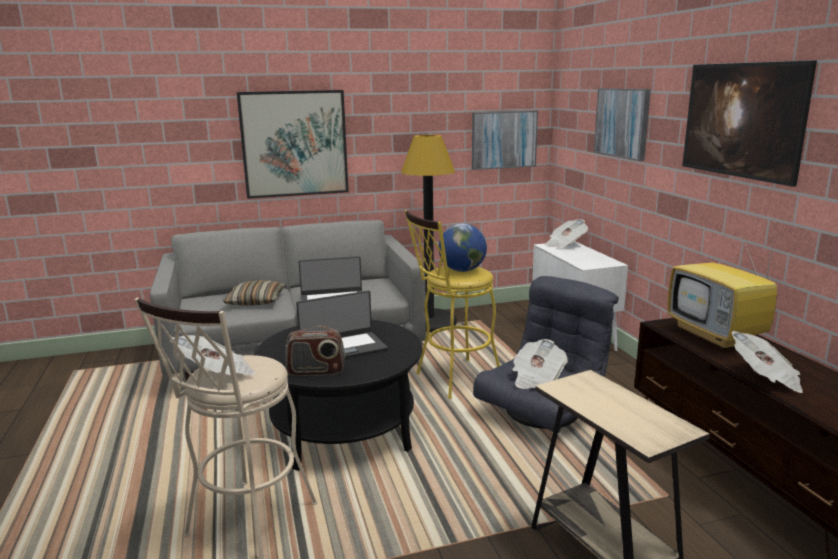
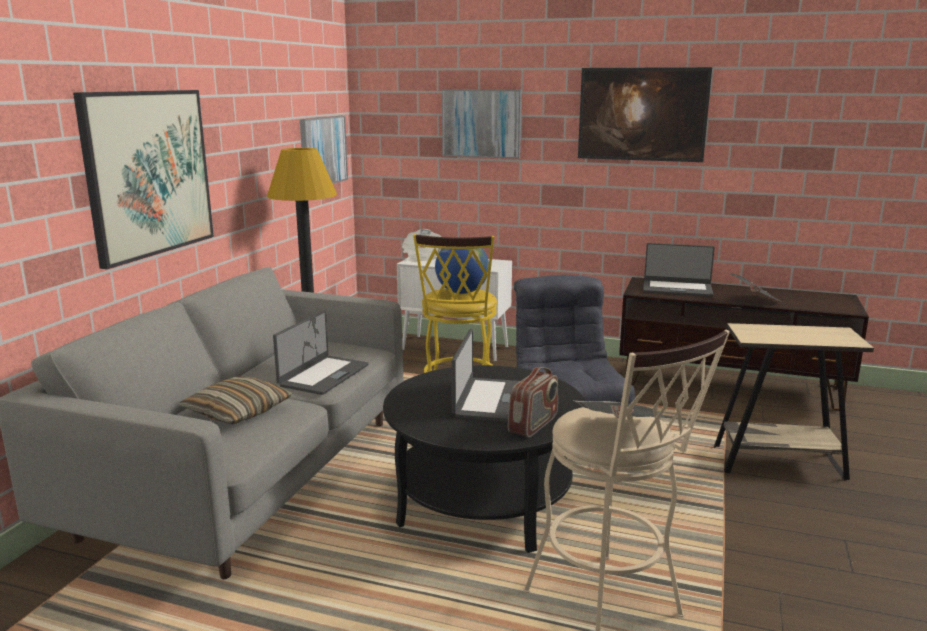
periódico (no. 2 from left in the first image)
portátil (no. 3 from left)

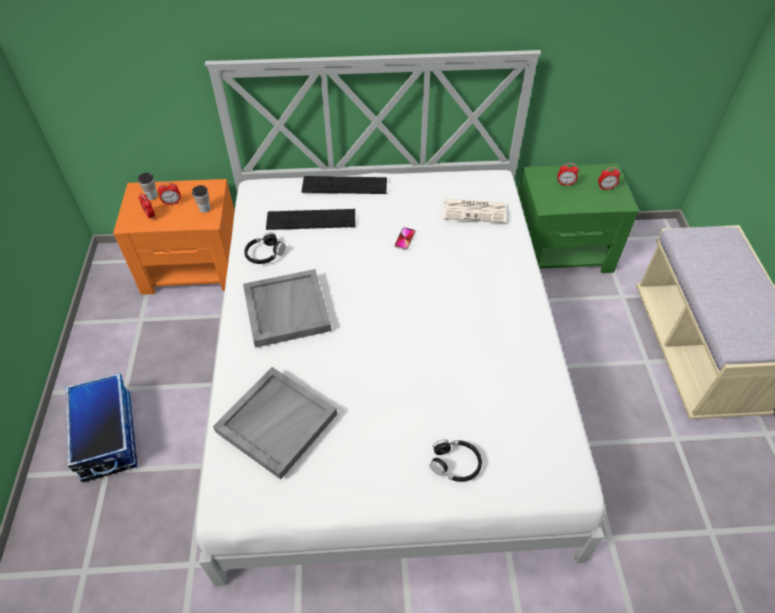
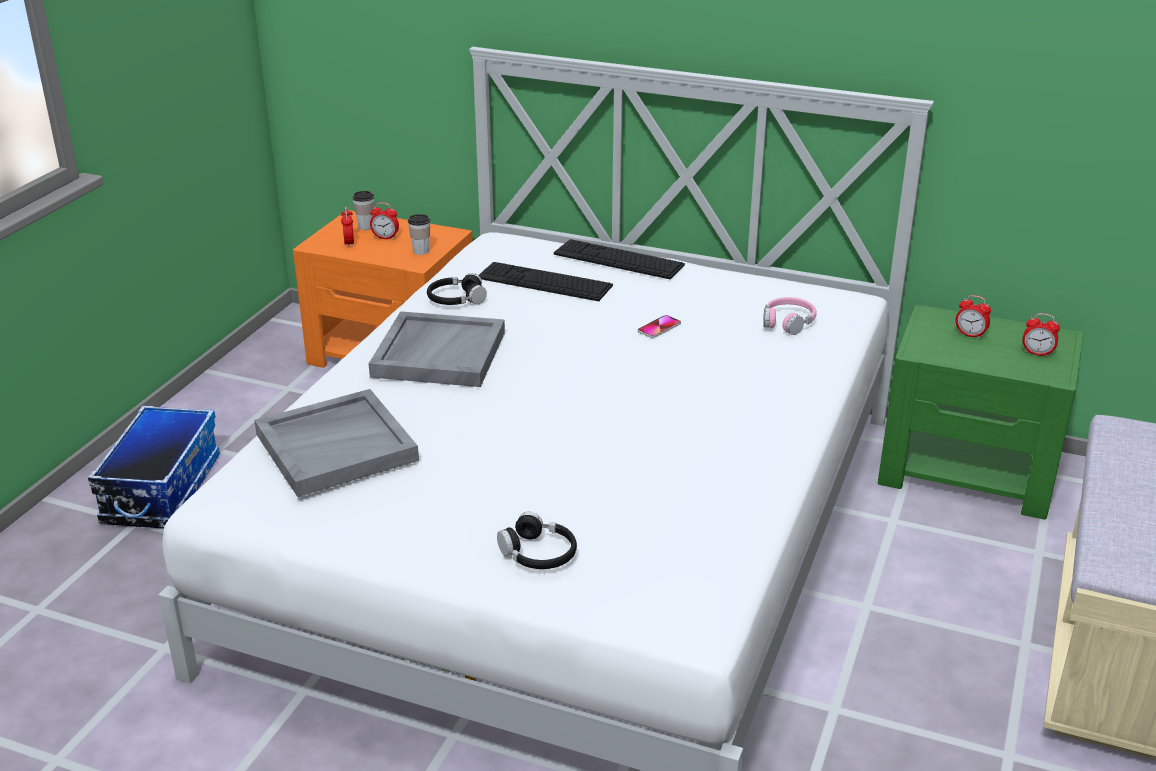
auriculares [rosa]

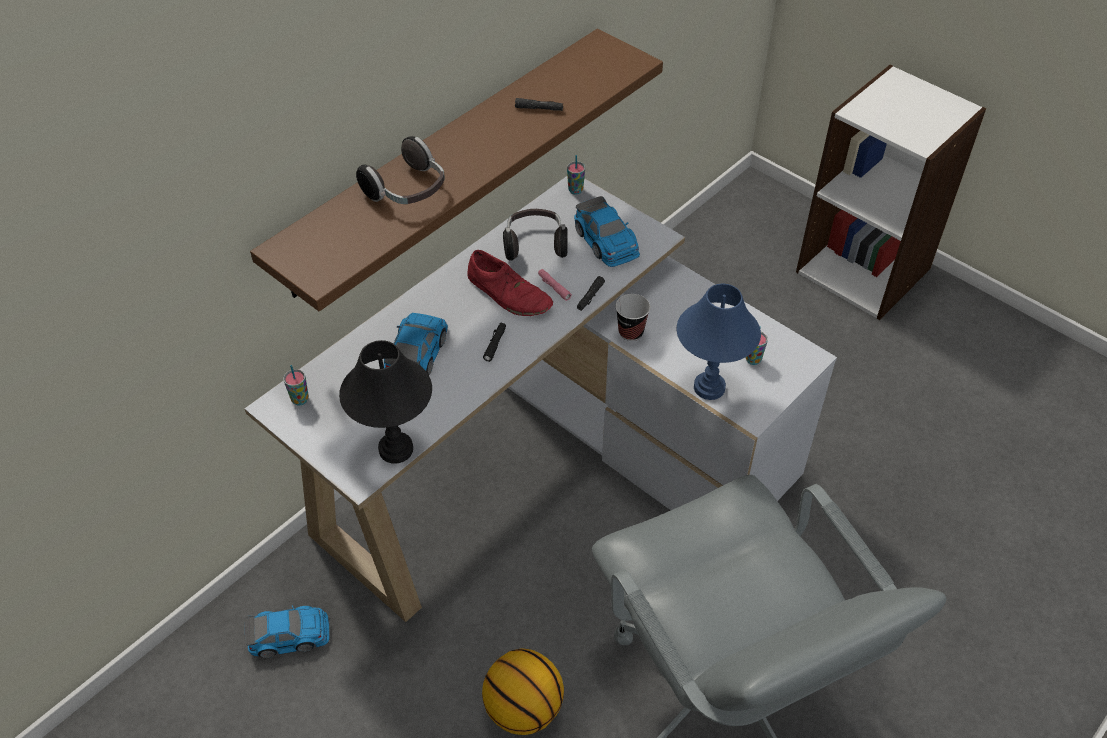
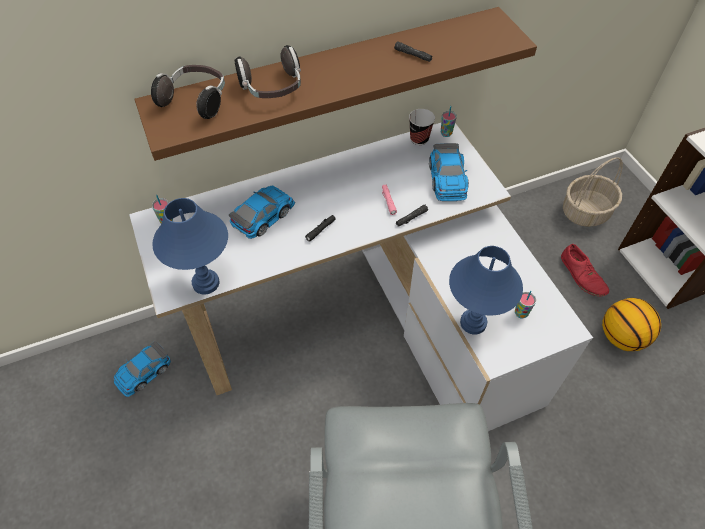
coche de juguete (no. 1 from left)
lámpara de mesa [azul] (no. 1 from left)
zapato [rojo]
balón de baloncesto
auriculares (no. 1 from left)
taza (no. 2 from left)
cesta

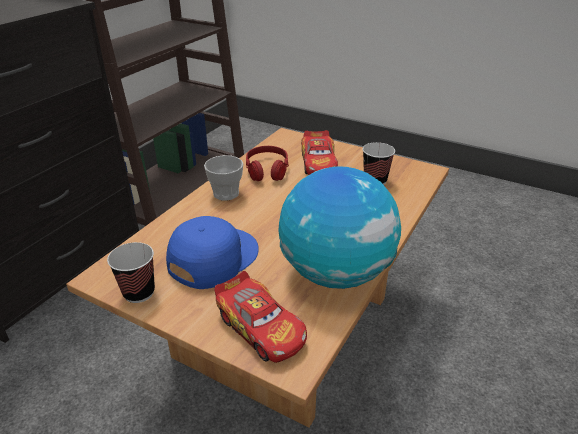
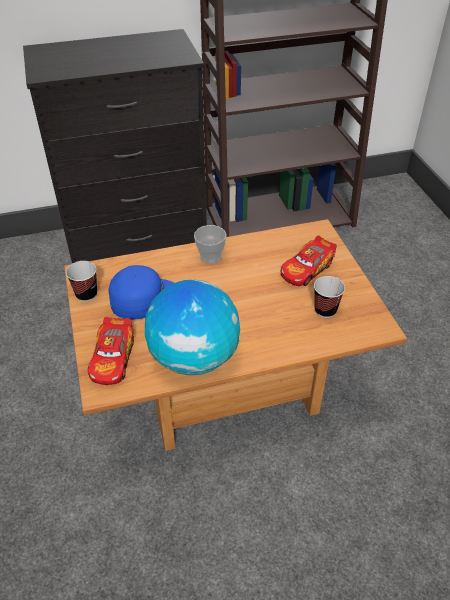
auriculares [rojo]

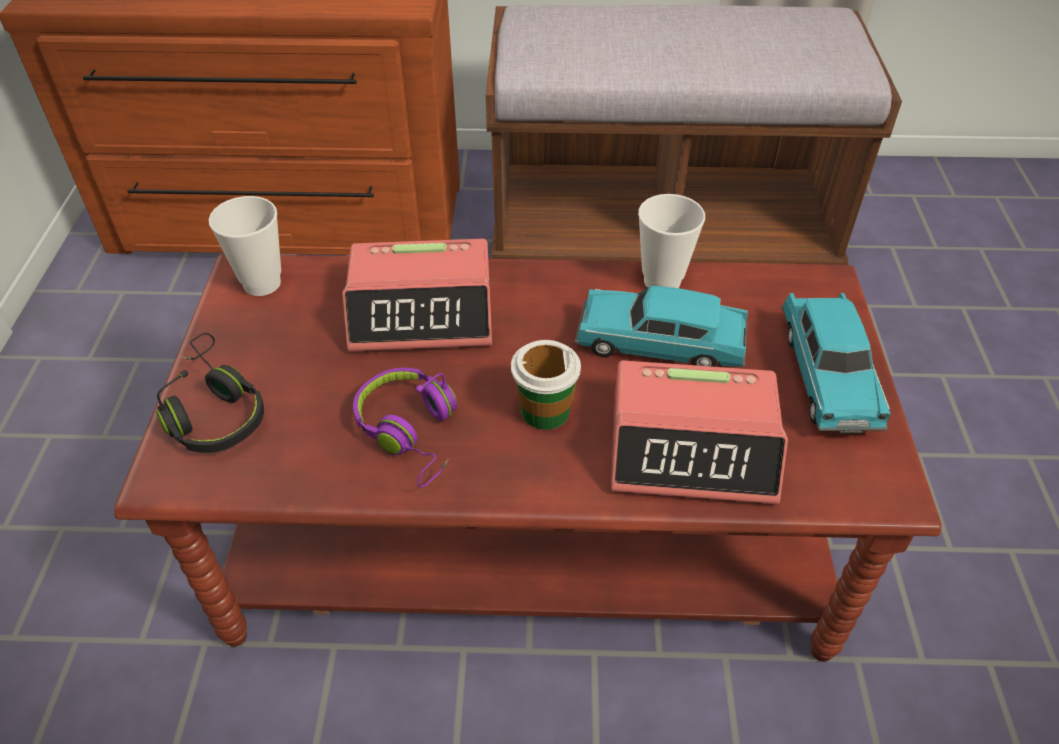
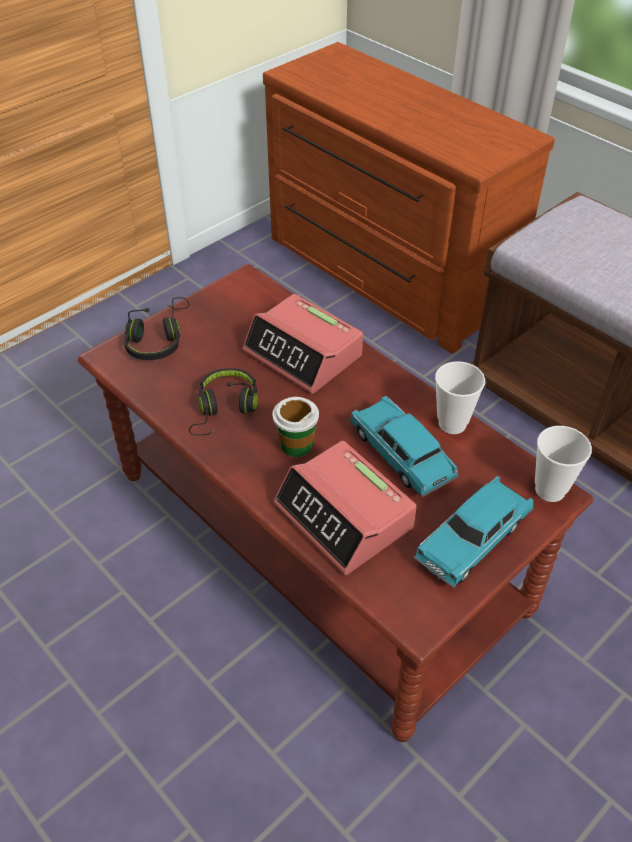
taza (no. 3 from left)
auriculares [negro] (no. 2 from left)

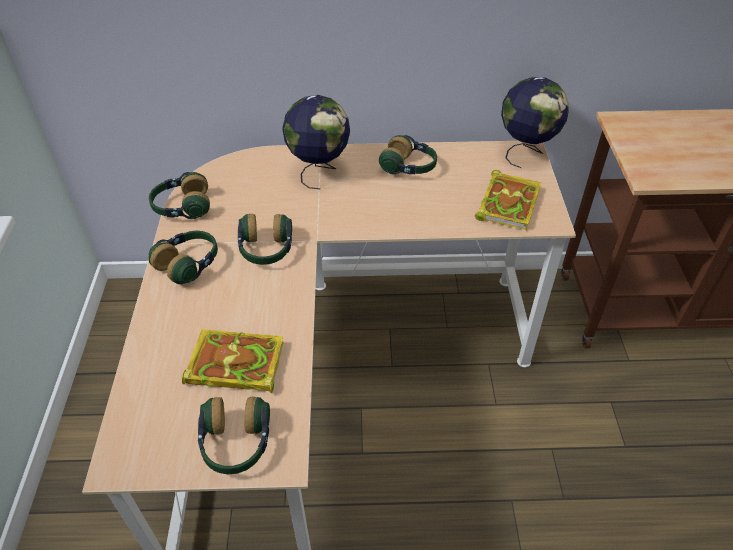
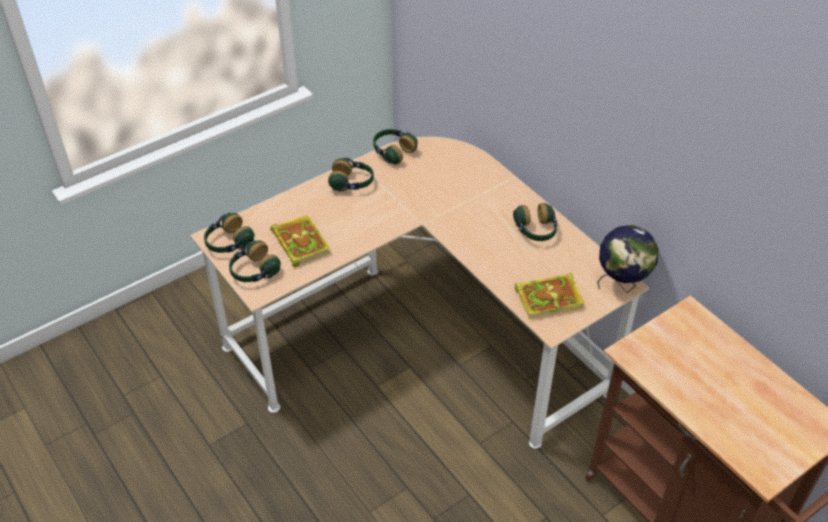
auriculares (no. 1 from left)
globo terráqueo (no. 1 from left in the first image)

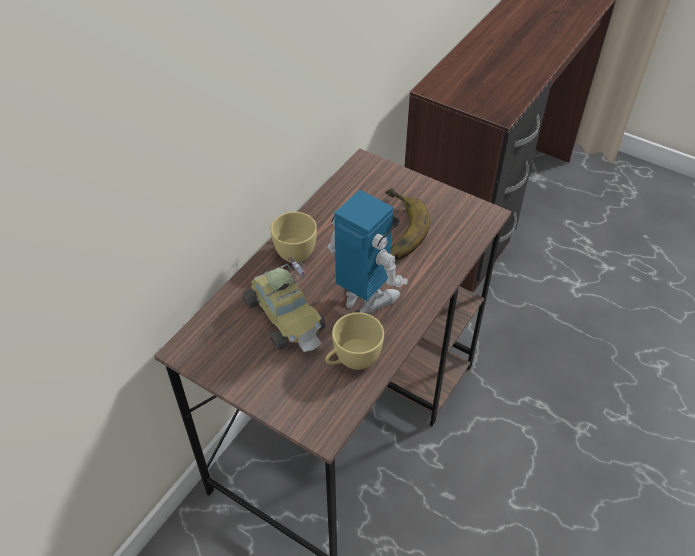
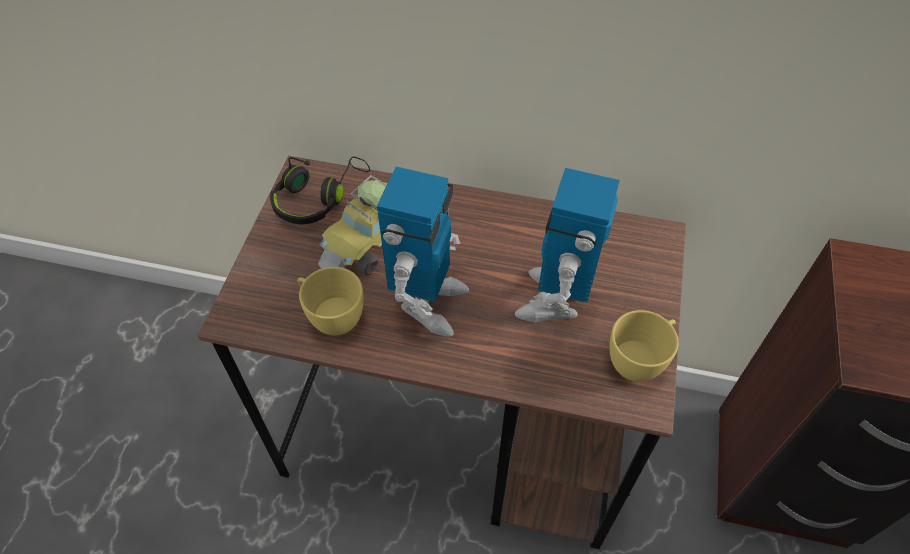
taza [amarillo] (no. 2 from left)
robot de juguete (no. 2 from left)
auriculares [negro]

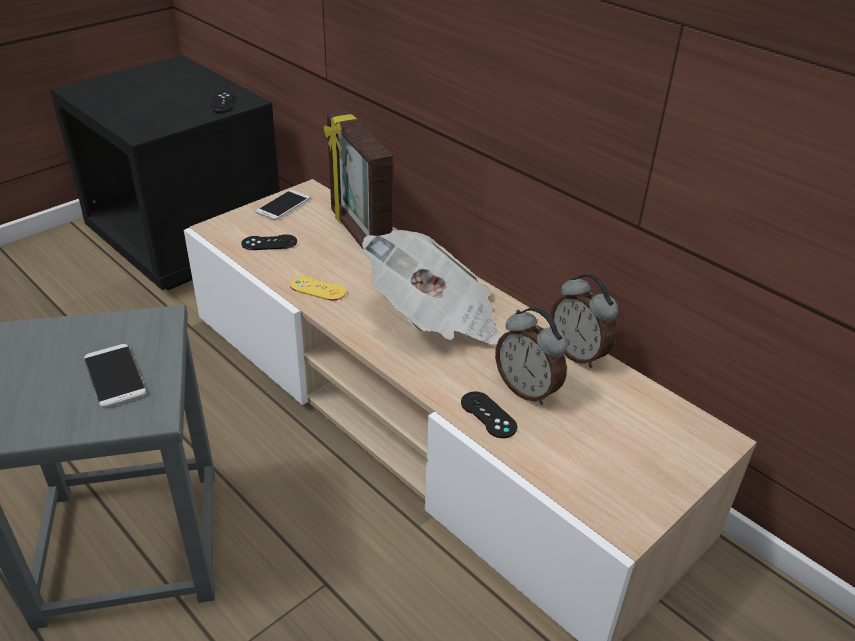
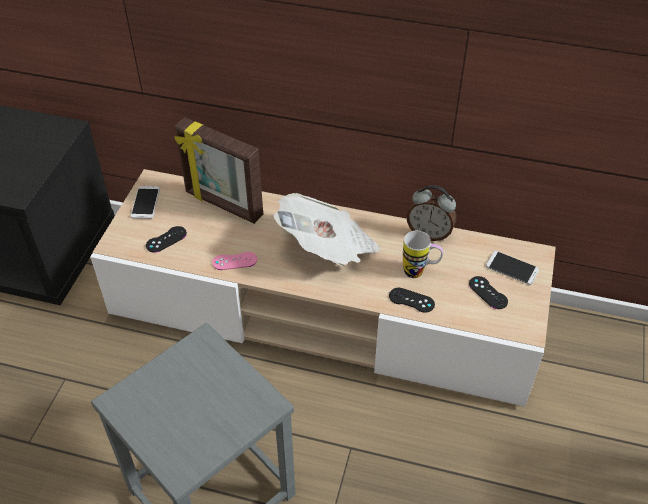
móvil (no. 2 from left)
mando de consola [negro] (no. 3 from left)
mando de consola [rosa]
taza grande

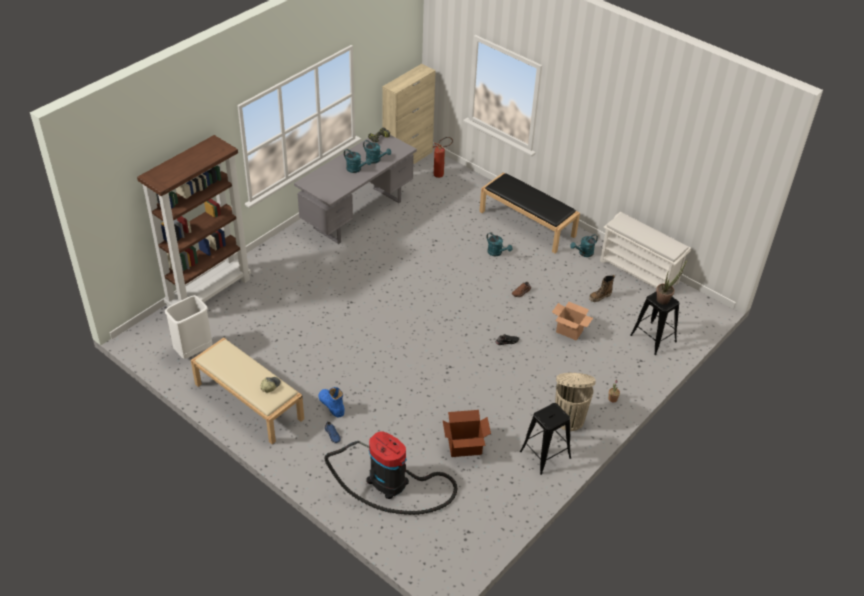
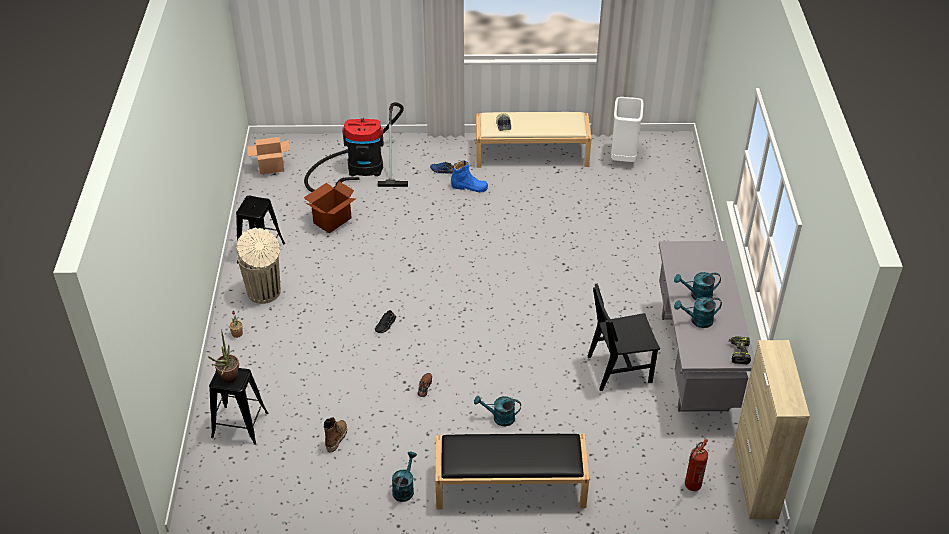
estantería [marrón]
caja de cartón (no. 1 from left)
zapatero [blanco]
silla [negro]

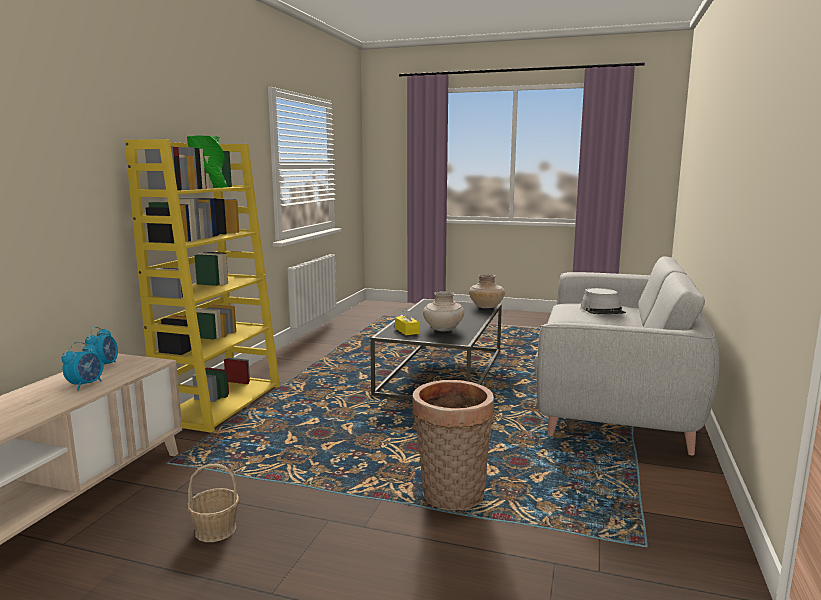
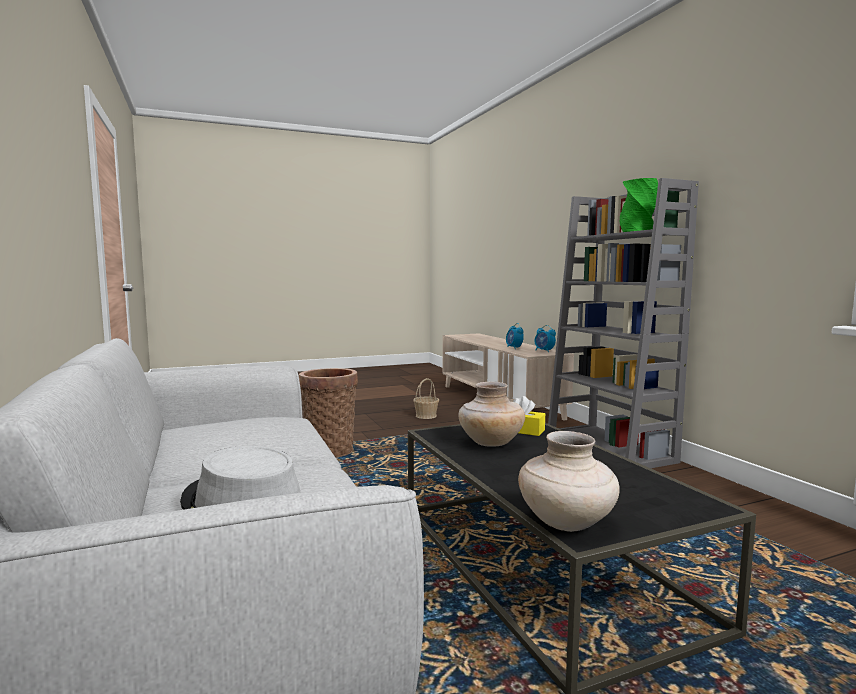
estantería [gris]

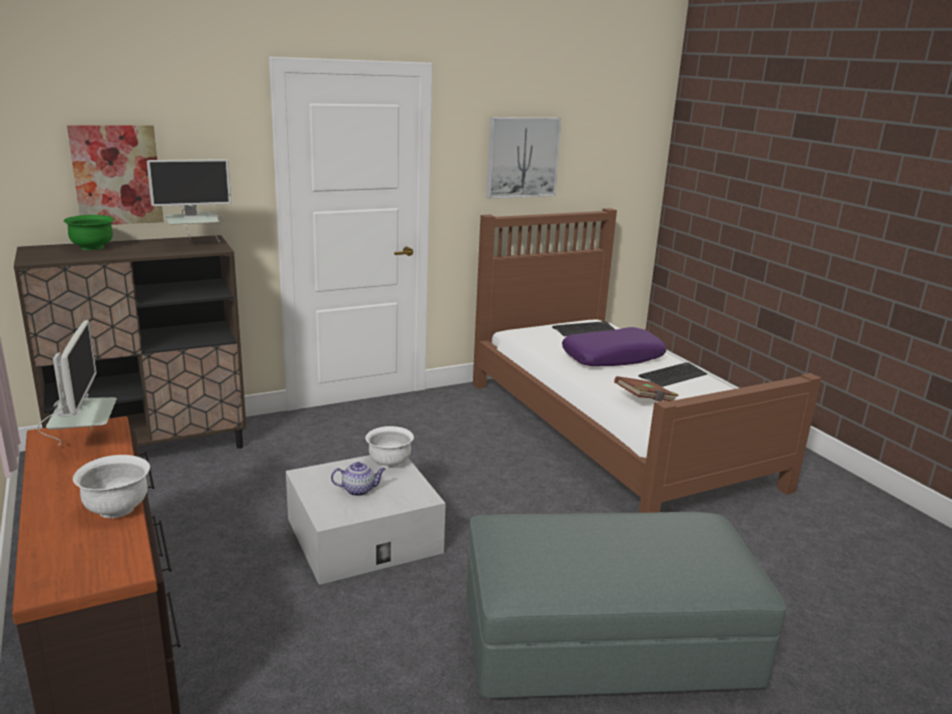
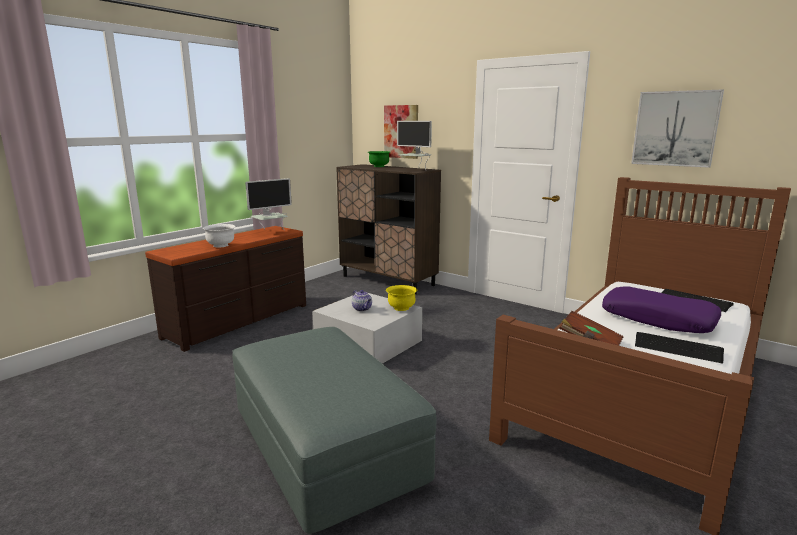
cuenco [amarillo]

